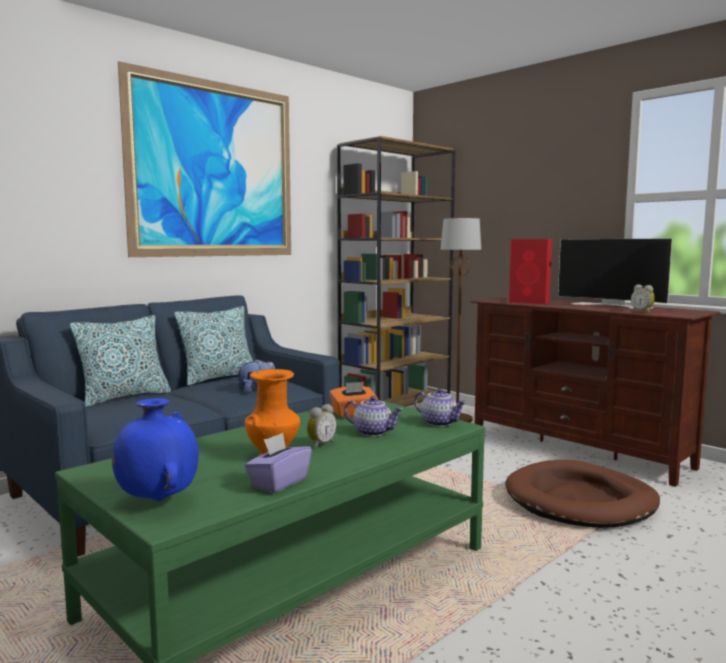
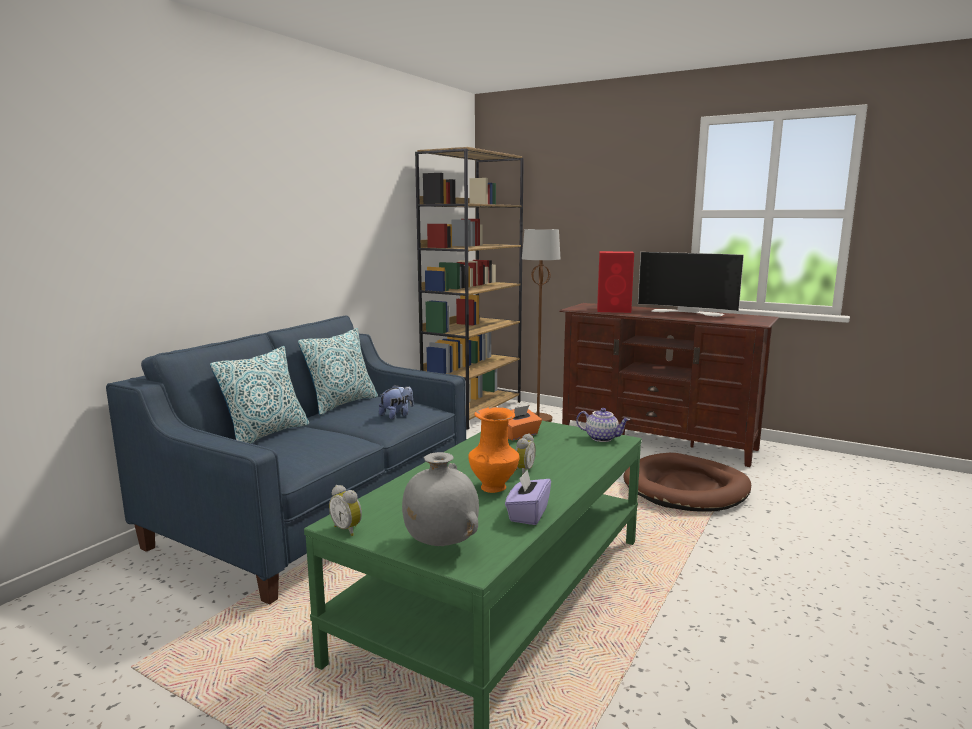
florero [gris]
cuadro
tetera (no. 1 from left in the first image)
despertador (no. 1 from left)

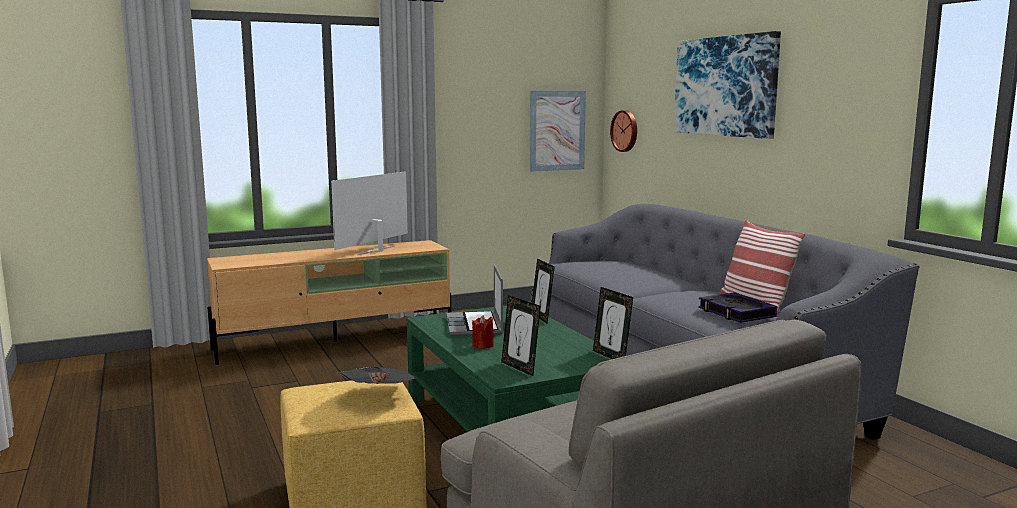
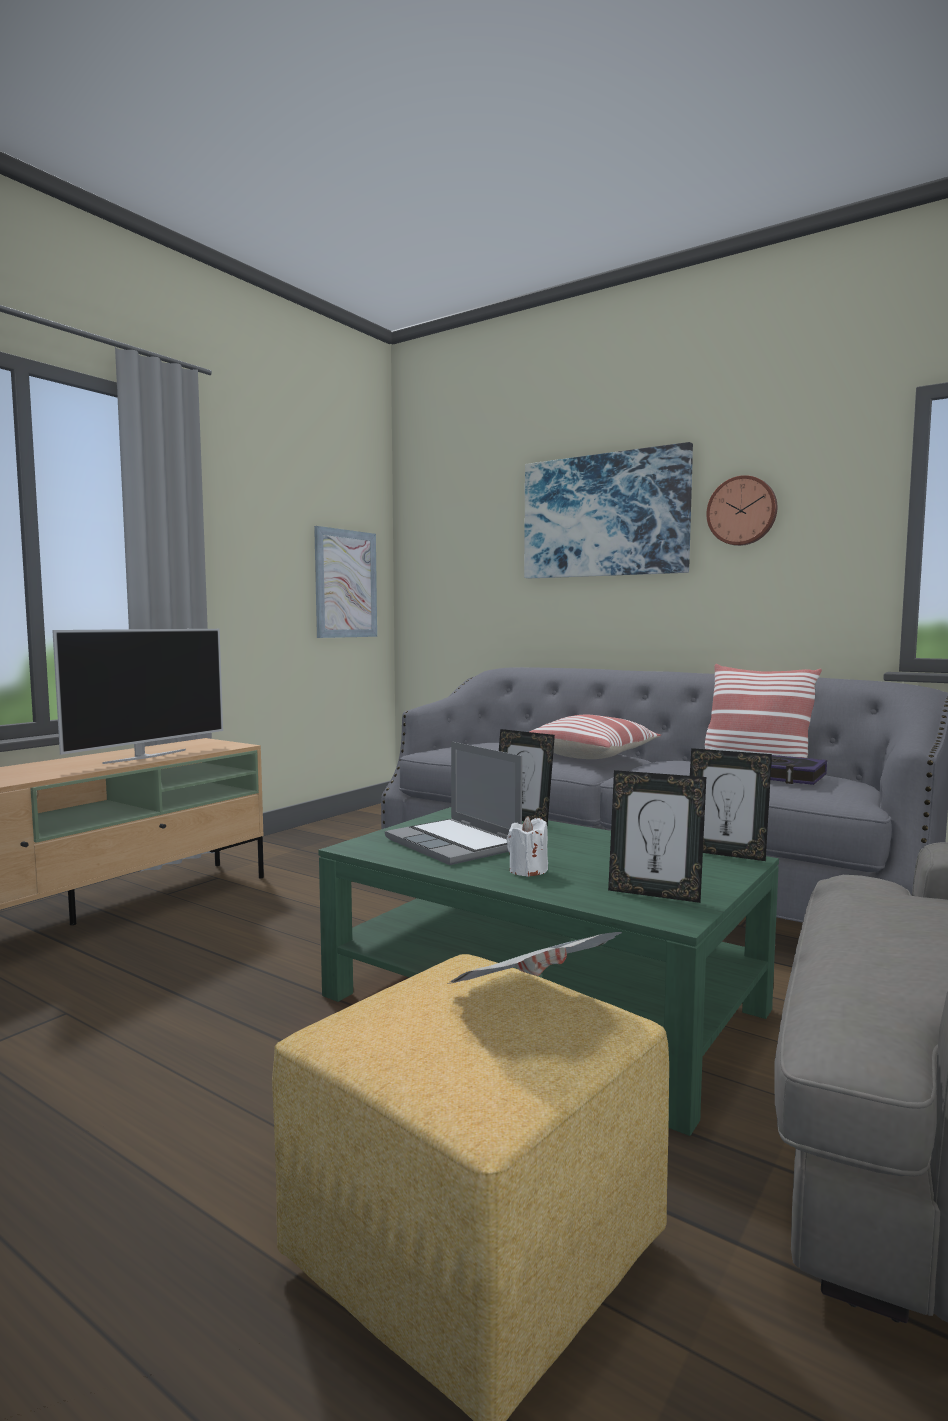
televisor
vela [blanco]
reloj de pared
cojín (no. 1 from left)

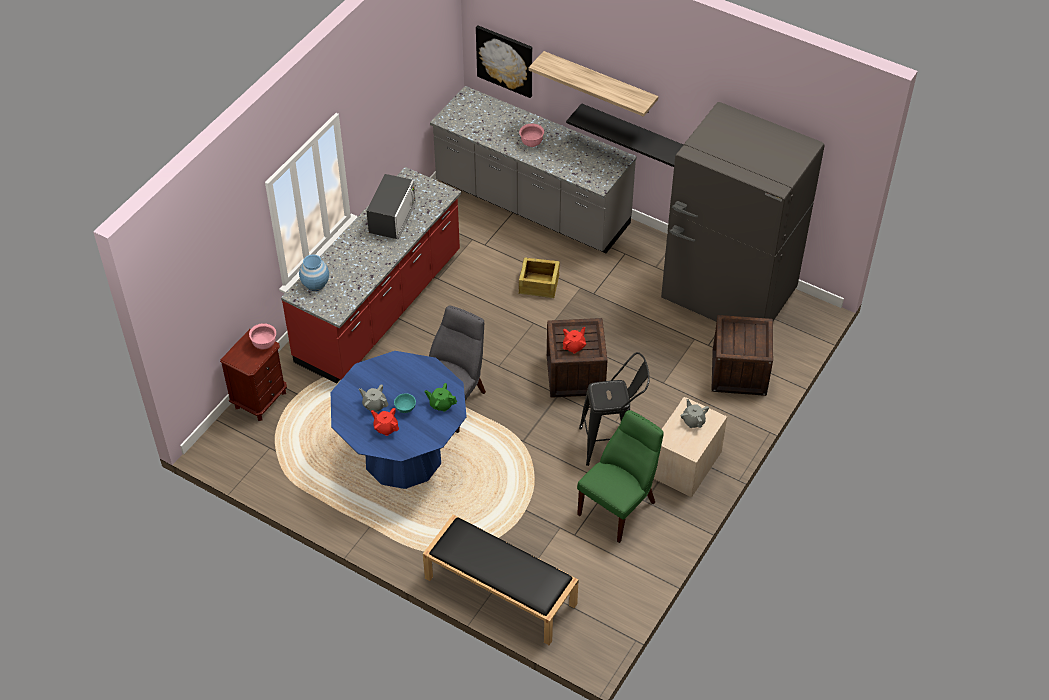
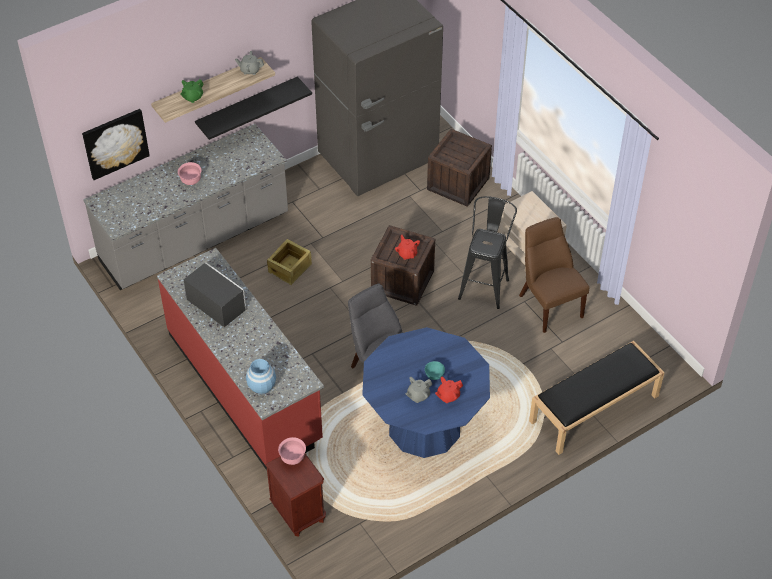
tetera [verde]
silla [marrón]
tetera [gris] (no. 1 from left)

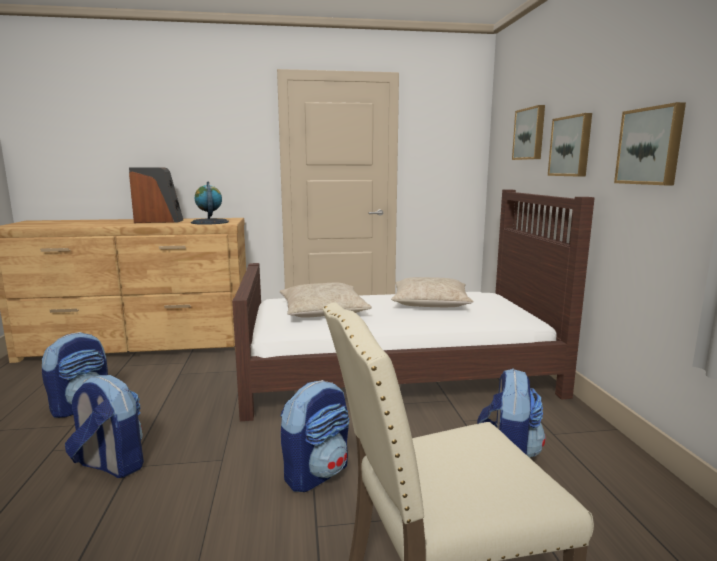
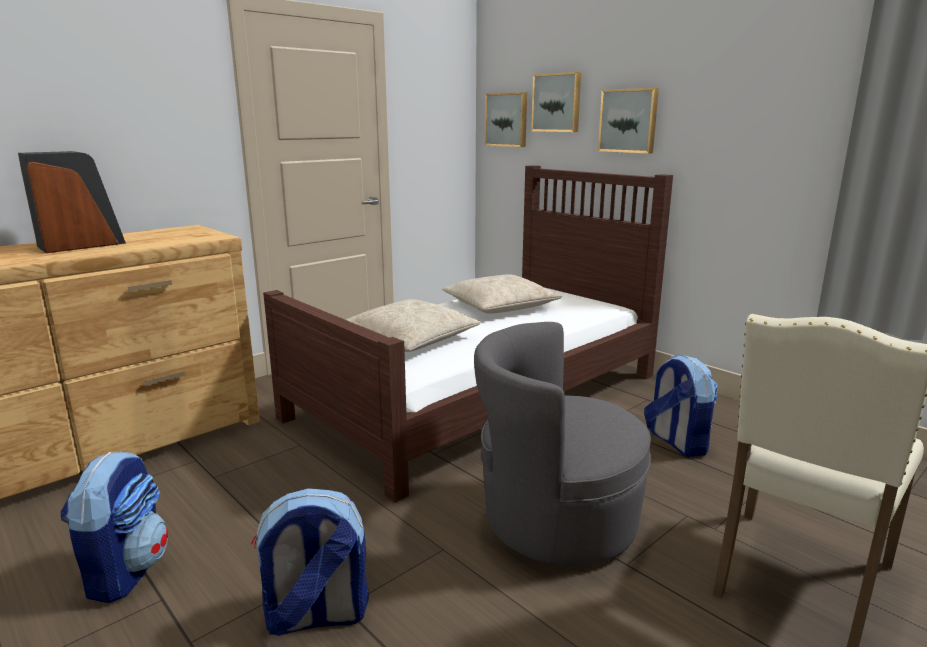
globo terráqueo
sillón [gris]
cuadro (no. 1 from left)

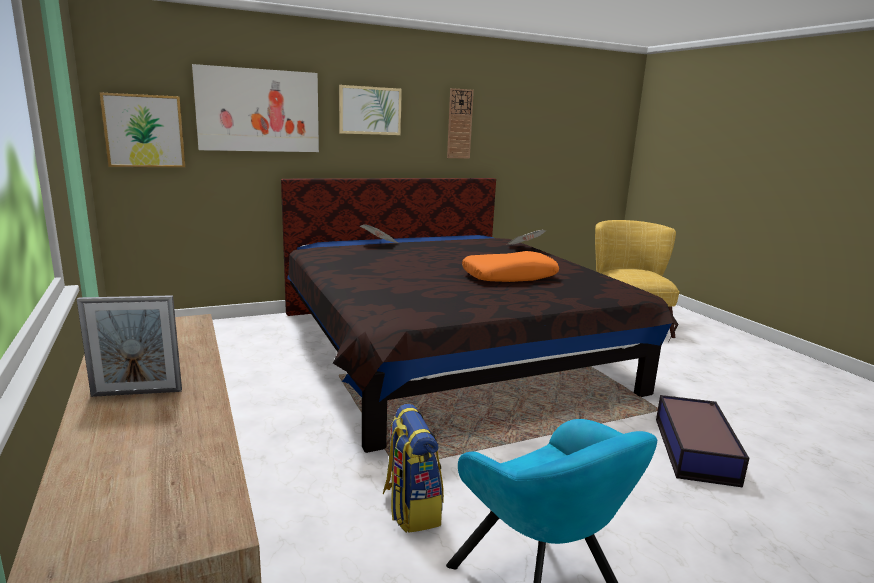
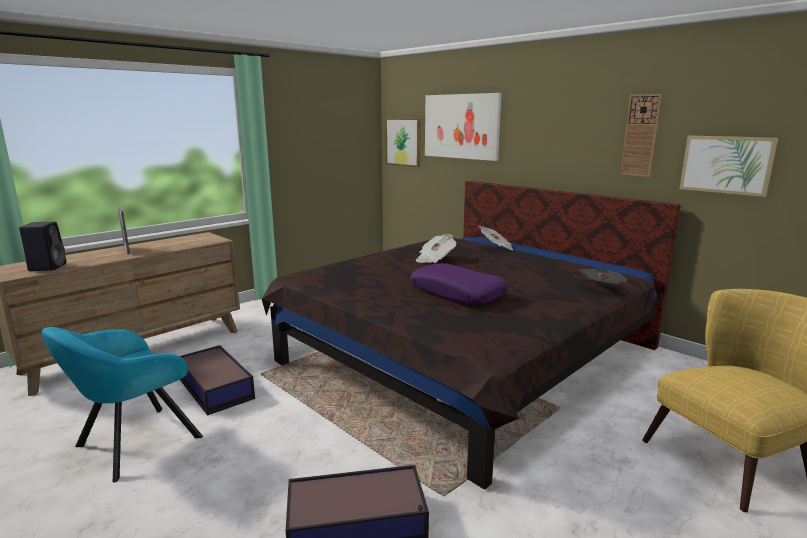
cuadro (no. 3 from left)
caja de almacenaje (no. 1 from left)
cojín [morado]
altavoz [negro]
periódico (no. 1 from left)

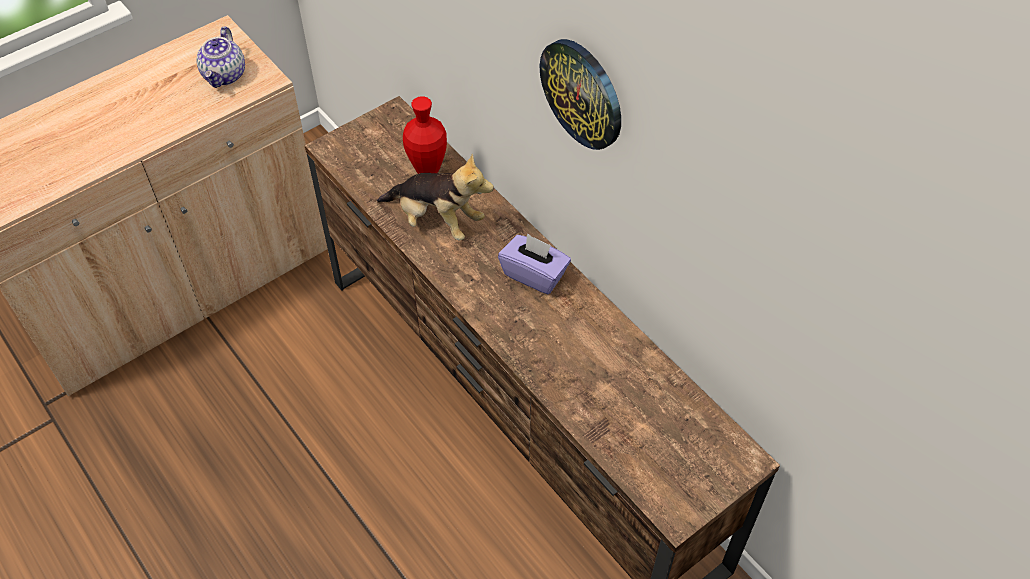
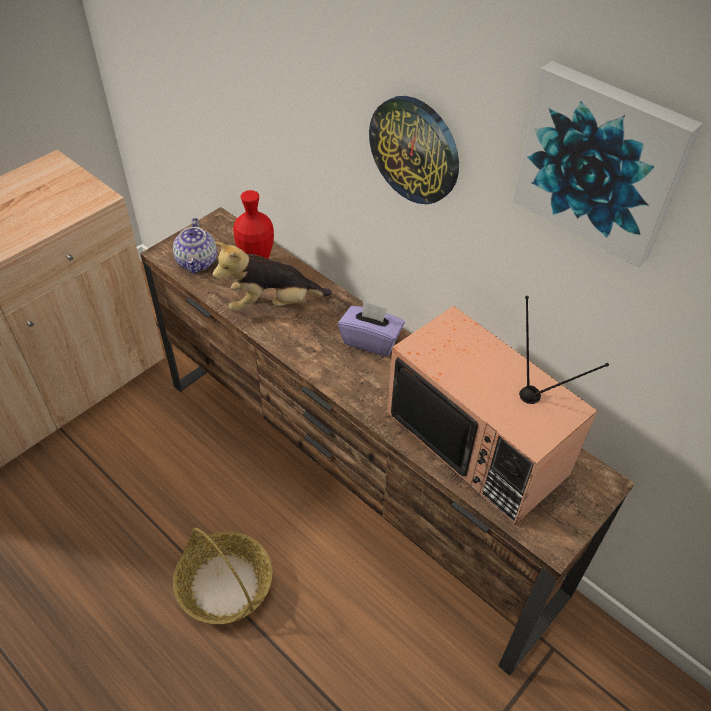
tetera
peluche
cesta
televisor
cuadro

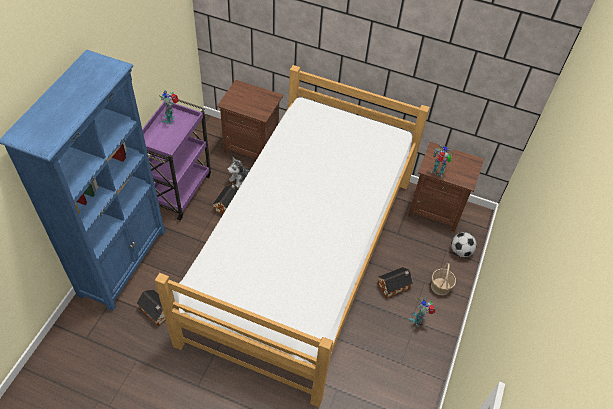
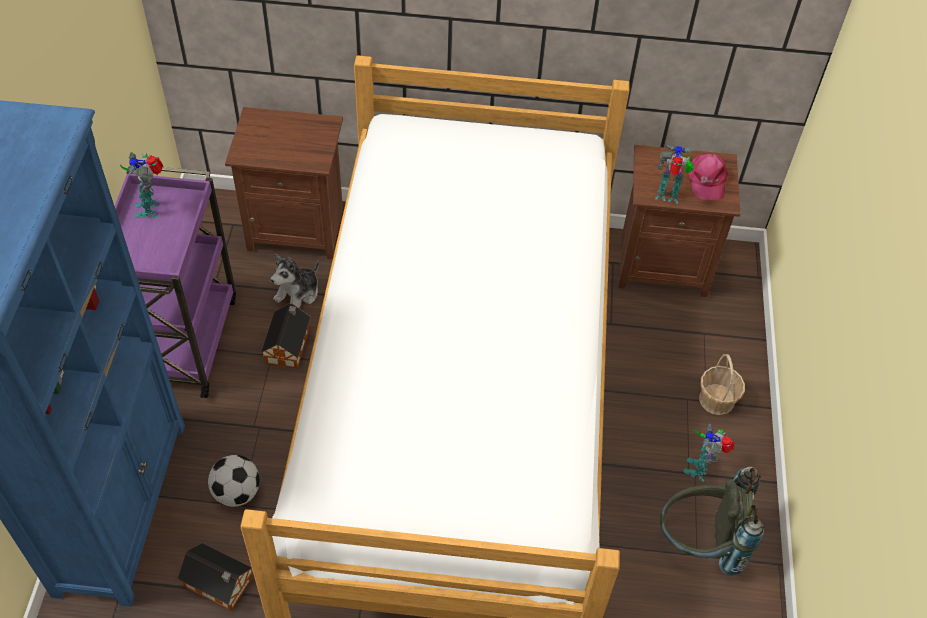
casita (no. 3 from left in the first image)
balón de fútbol
mochila [gris]
gorra [rosa]

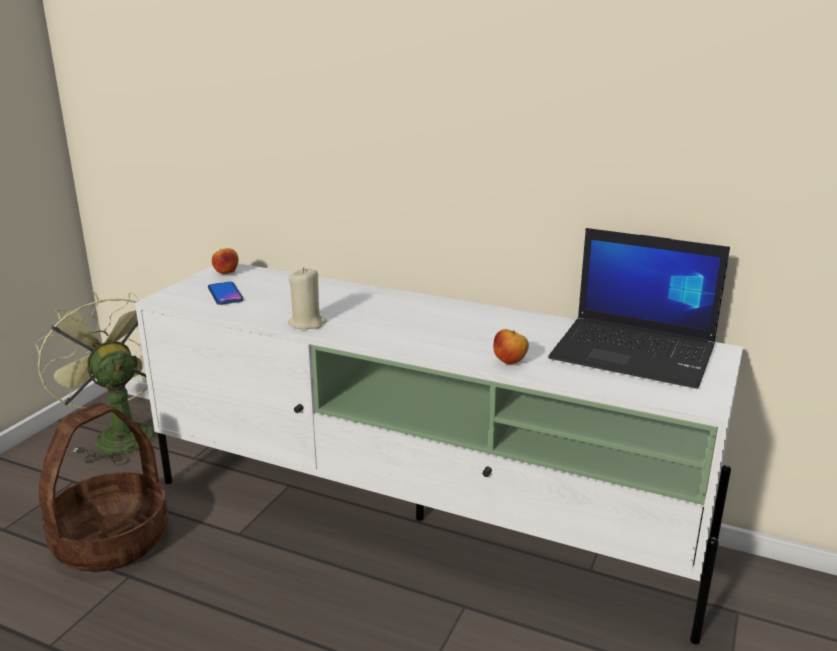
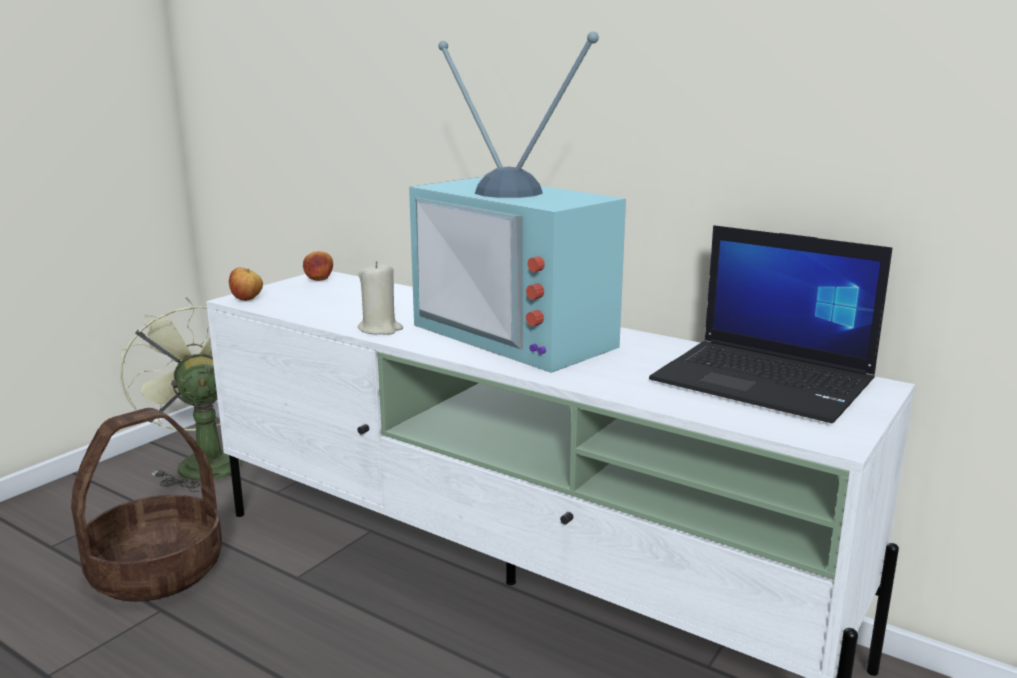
móvil
manzana (no. 1 from left)
televisor

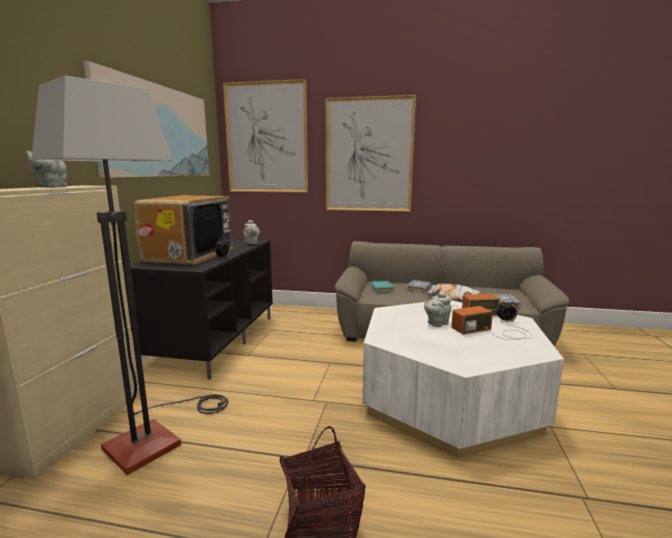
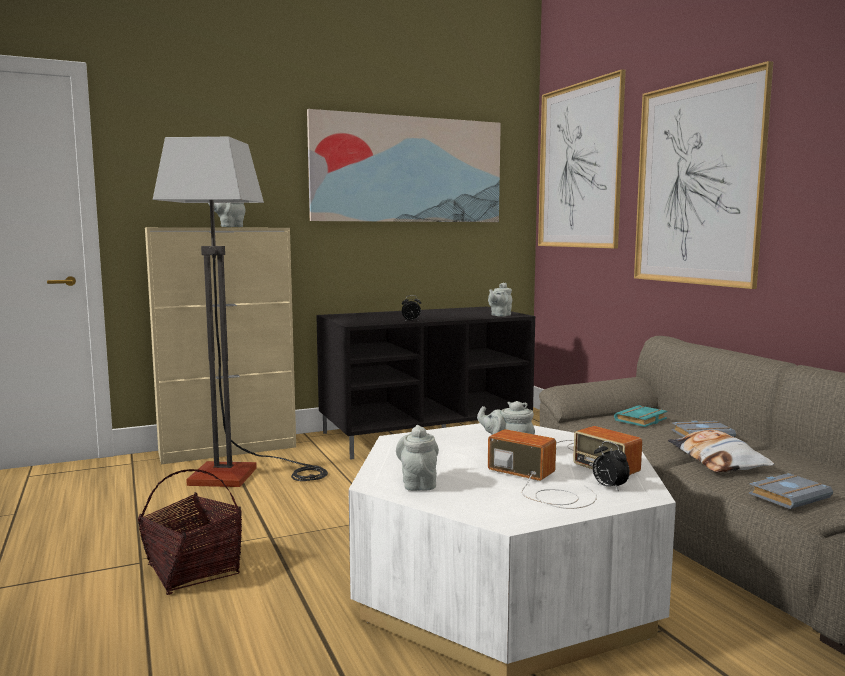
televisor
tetera [gris] (no. 2 from left)

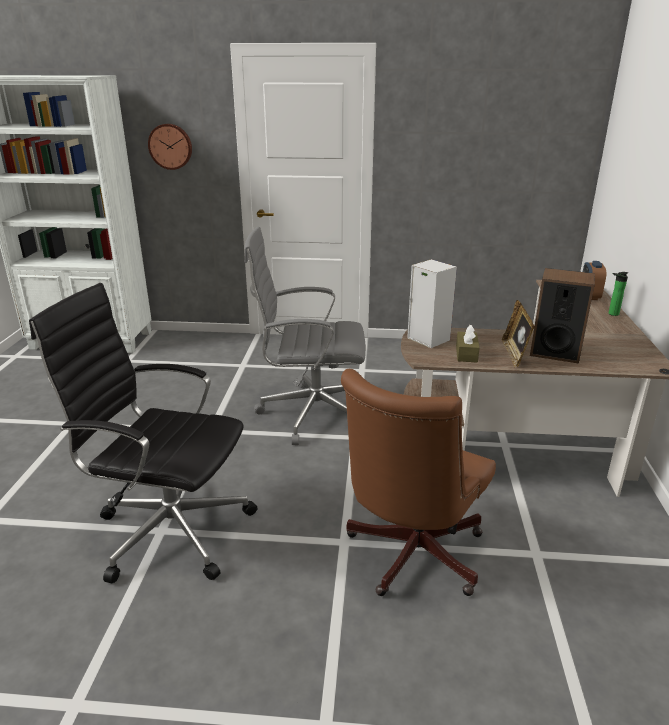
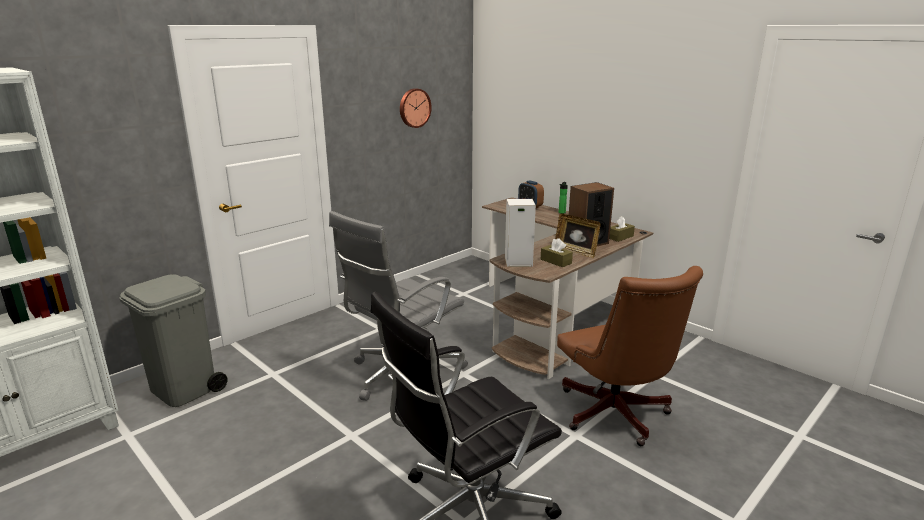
reloj de pared
papelera [gris]
caja de pañuelos [marrón] (no. 2 from left)

